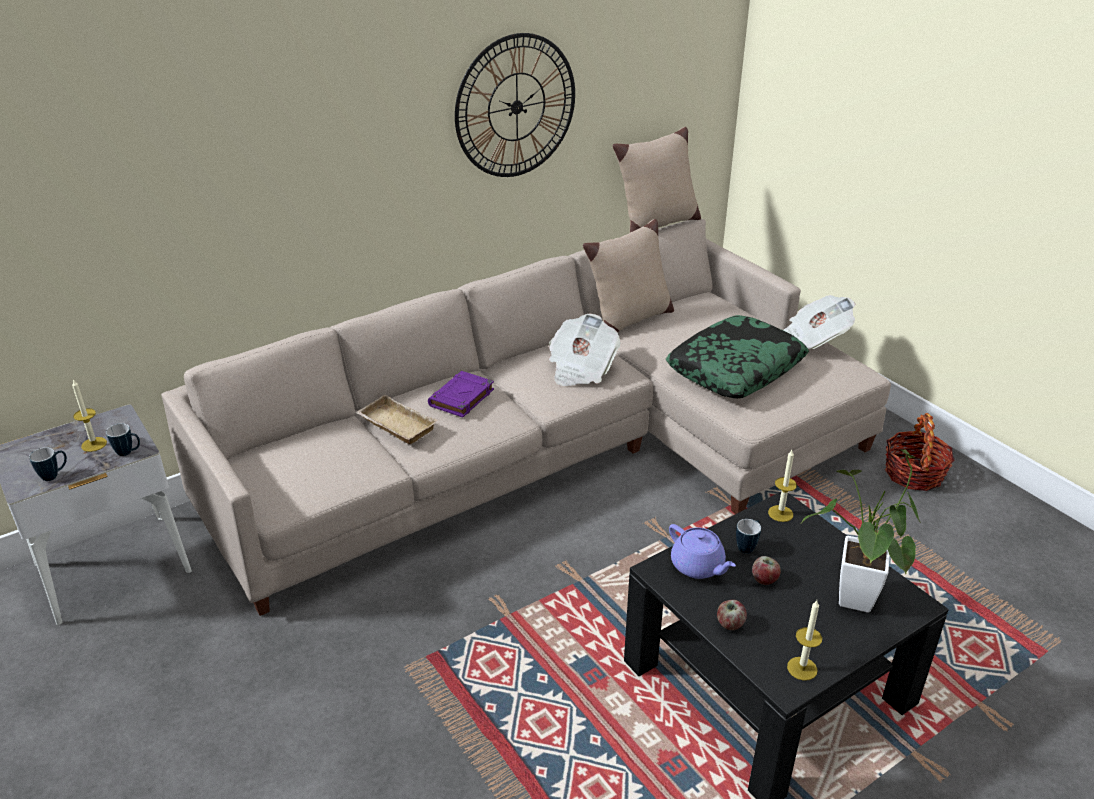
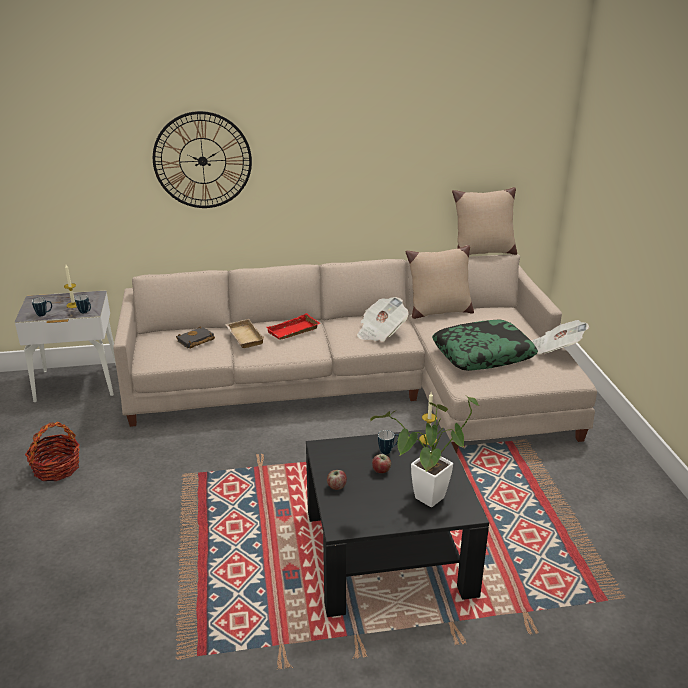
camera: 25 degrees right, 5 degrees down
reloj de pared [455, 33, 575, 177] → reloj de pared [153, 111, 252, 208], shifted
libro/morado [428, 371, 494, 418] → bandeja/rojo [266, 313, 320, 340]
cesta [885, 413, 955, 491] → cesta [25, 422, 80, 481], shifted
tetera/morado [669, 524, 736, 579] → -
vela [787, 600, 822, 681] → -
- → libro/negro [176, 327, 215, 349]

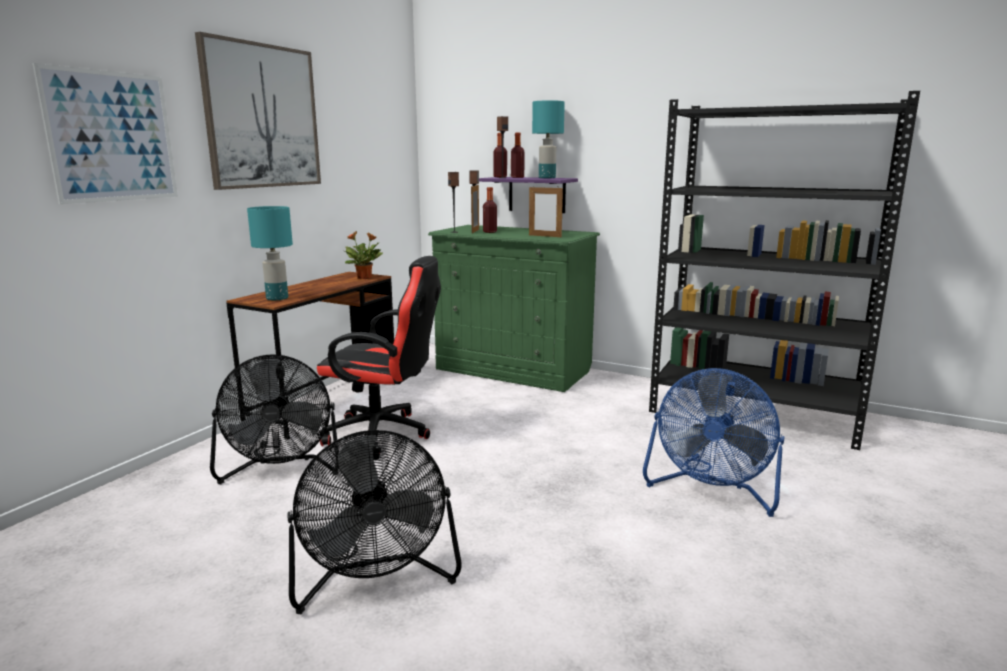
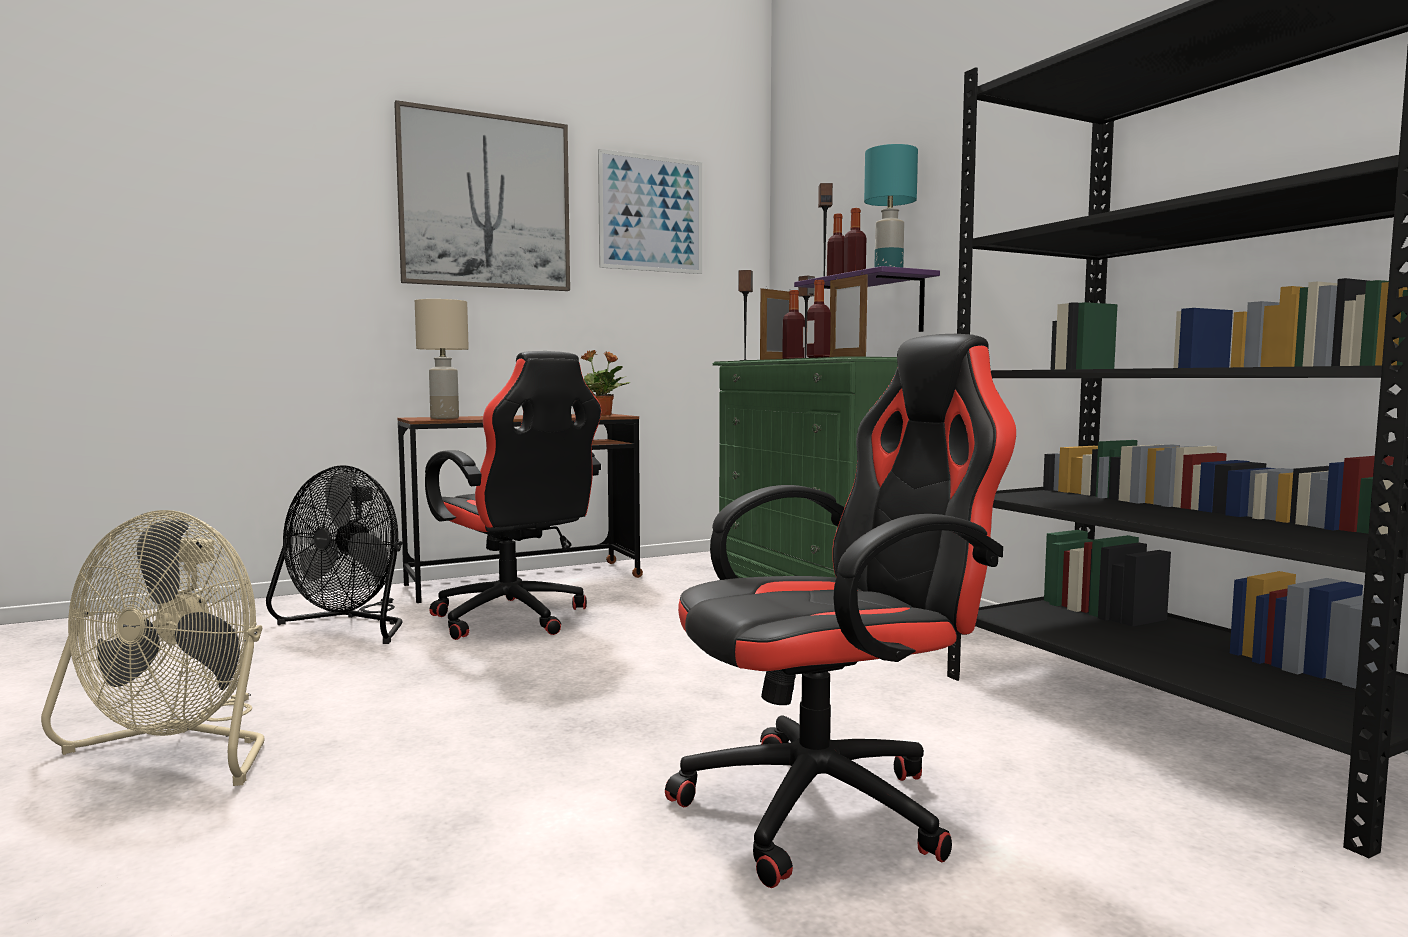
camera: 35 degrees right, 10 degrees down
cuadro [32, 63, 178, 204] → cuadro [598, 149, 702, 274], shifted
lámpara de mesa/turquesa [247, 206, 293, 300] → lámpara de mesa/beis [415, 299, 469, 419]
ventilador/azul [643, 368, 784, 517] → silla de oficina/negro [665, 334, 1016, 888]
ventilador/negro [287, 430, 461, 615] → ventilador/beis [41, 510, 265, 786]
- → botella [807, 280, 831, 358]

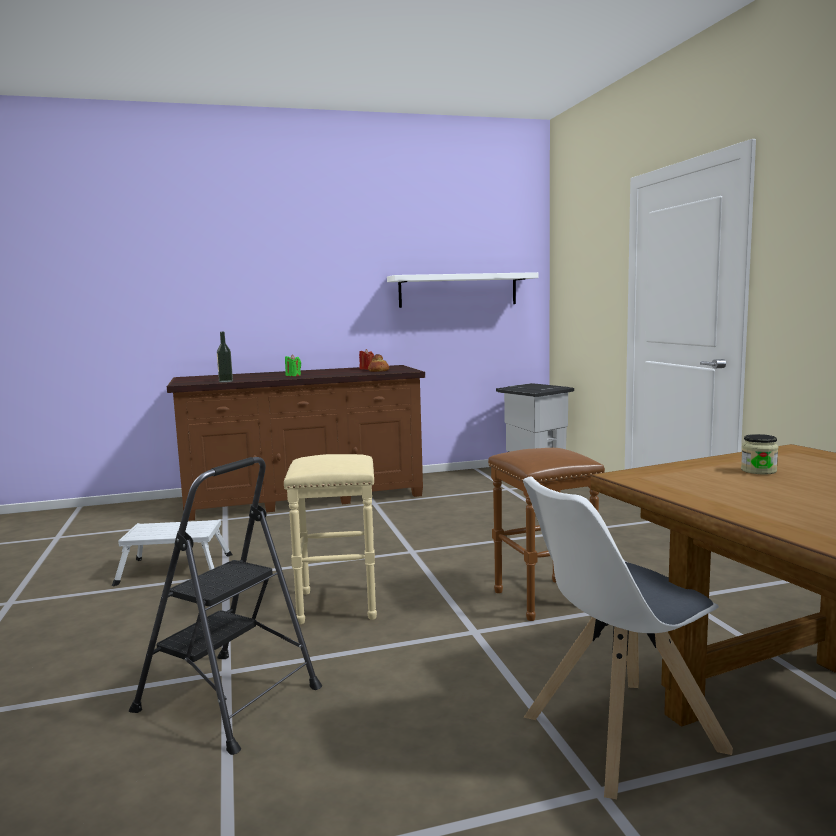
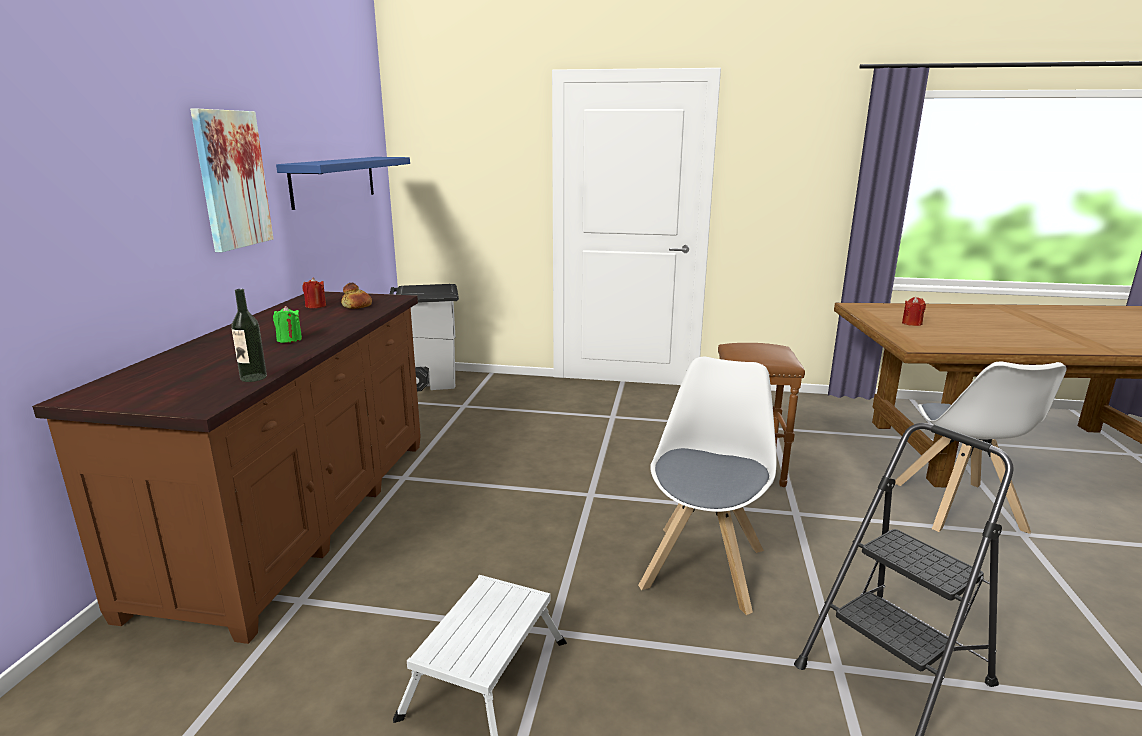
camera: 65 degrees left, 10 degrees up
estante/blanco [387, 272, 539, 308] → estante/azul [276, 157, 410, 210]
tarro [741, 434, 778, 474] → vela/rojo [902, 297, 926, 326]
taburete/beis [284, 454, 377, 624] → silla [638, 356, 777, 615]
- → cuadro [190, 109, 273, 252]

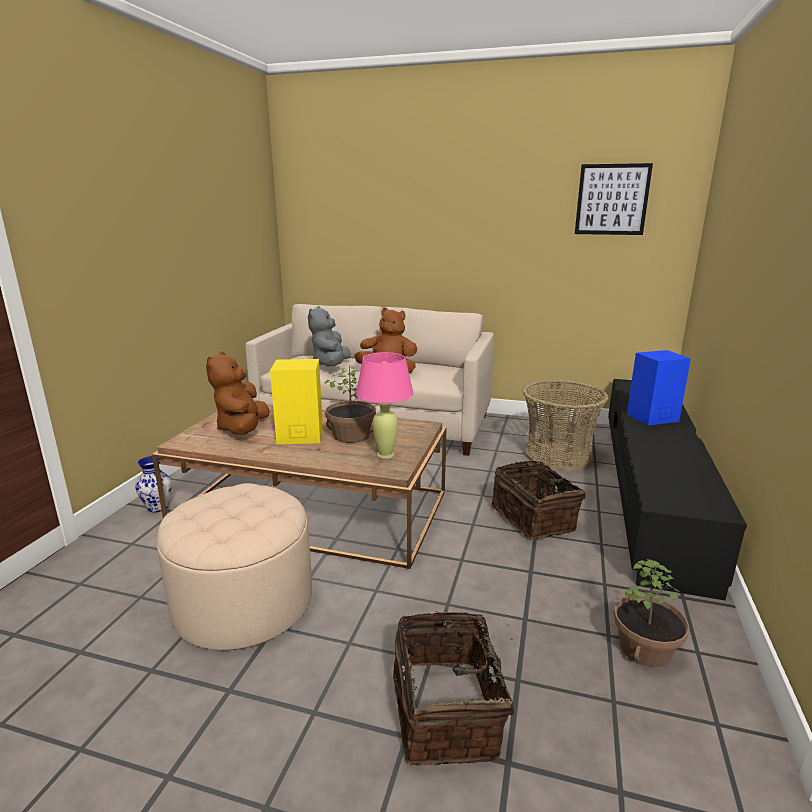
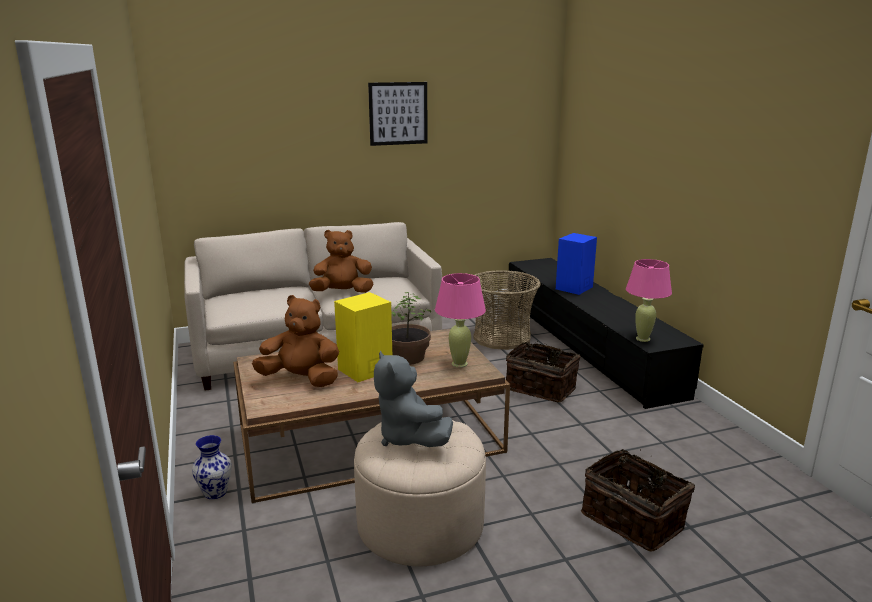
camera: 35 degrees left, 0 degrees up
cuadro [575, 163, 653, 235] → cuadro [368, 82, 428, 146], shifted
peluche/gris [308, 306, 351, 366] → peluche/gris [374, 351, 453, 447], shifted
peluche/marrón [206, 351, 270, 435] → peluche/marrón [252, 295, 339, 387], 135 degrees clockwise
planta en maceta [614, 559, 689, 667] → -
- → lámpara de mesa/rosa [626, 259, 672, 342]

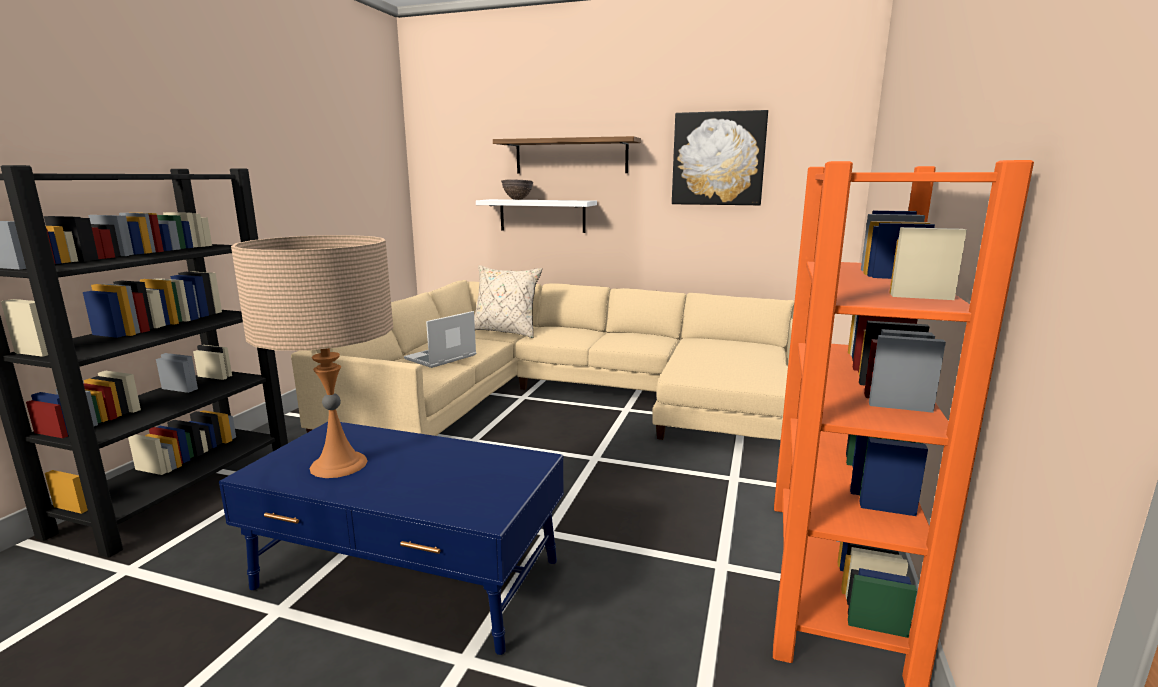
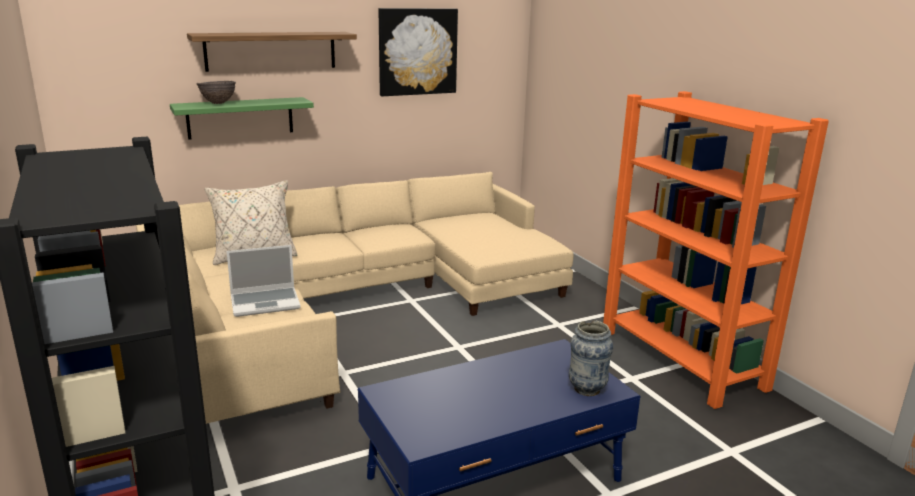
camera: 45 degrees left, 5 degrees up
estante/blanco [476, 199, 597, 233] → estante/verde [170, 97, 314, 140]
lámpara de mesa/beis [231, 235, 393, 478] → -
portátil [404, 311, 476, 368] → portátil [227, 245, 301, 317], 105 degrees counterclockwise
- → florero [569, 320, 613, 396]

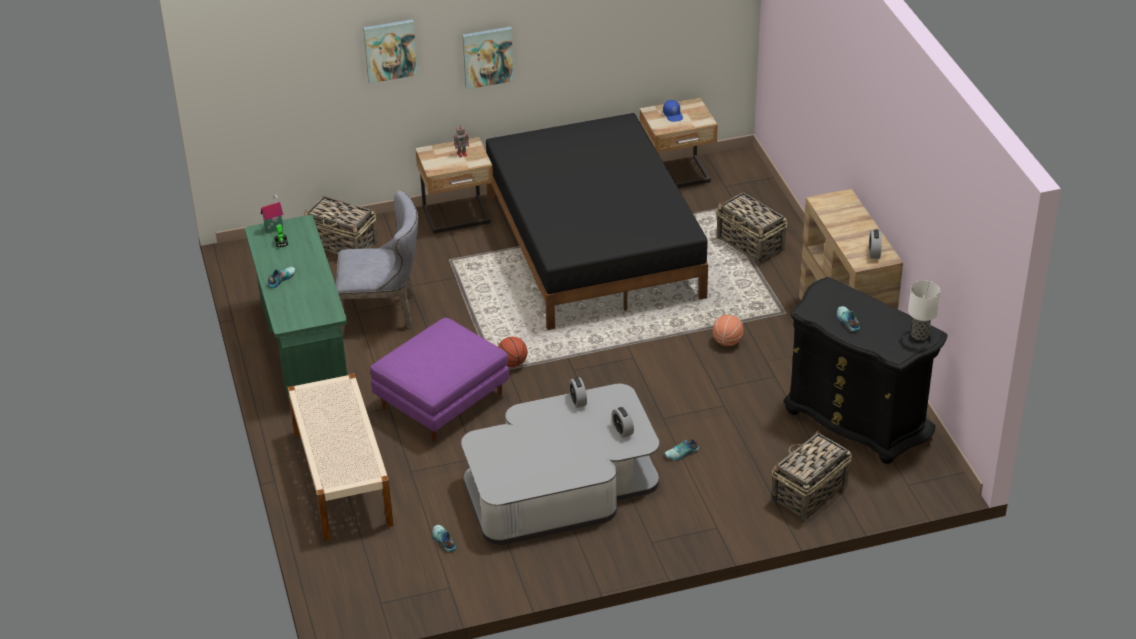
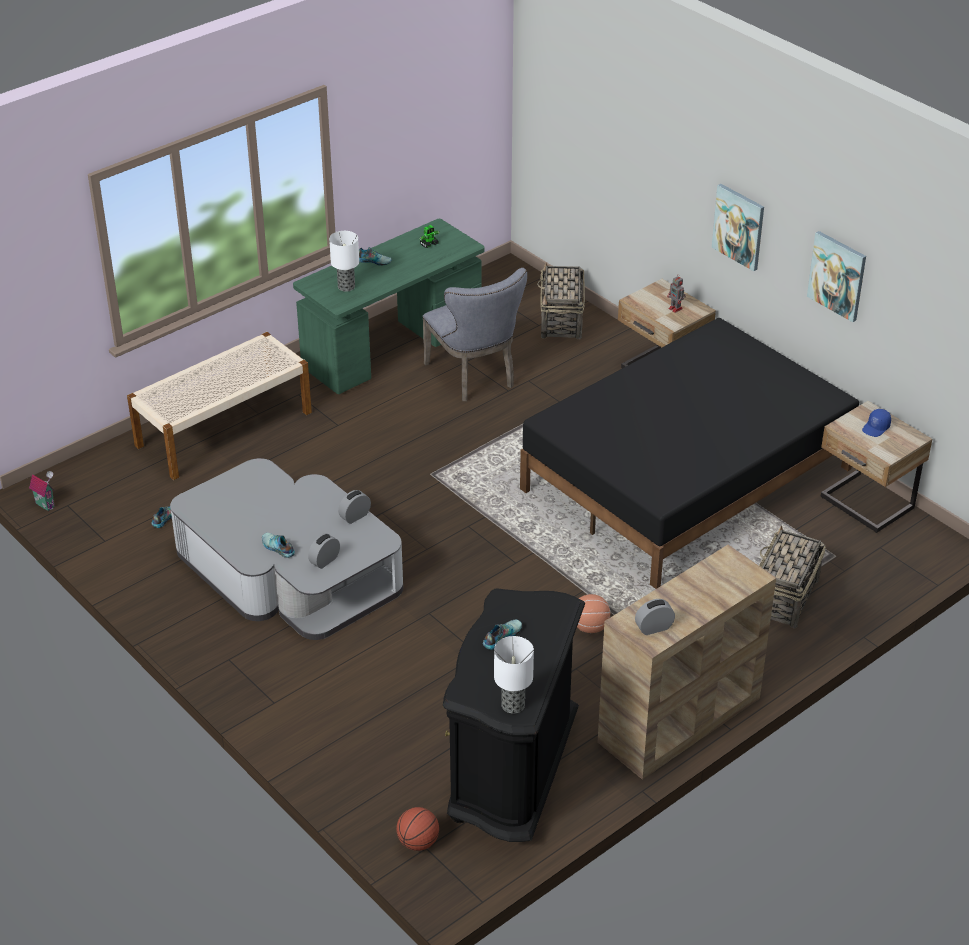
camera: 65 degrees right, 0 degrees up
cuadro [363, 19, 418, 83] → cuadro [807, 231, 866, 322], shifted
casita [261, 193, 283, 233] → casita [29, 471, 55, 511], shifted
puf/morado [370, 318, 509, 442] → -
balón de baloncesto [498, 337, 527, 367] → balón de baloncesto [396, 807, 439, 851], shifted
cesta [772, 429, 852, 521] → -
zapato [665, 439, 699, 461] → zapato [262, 533, 295, 558], shifted
- → lámpara de mesa [329, 231, 359, 292]

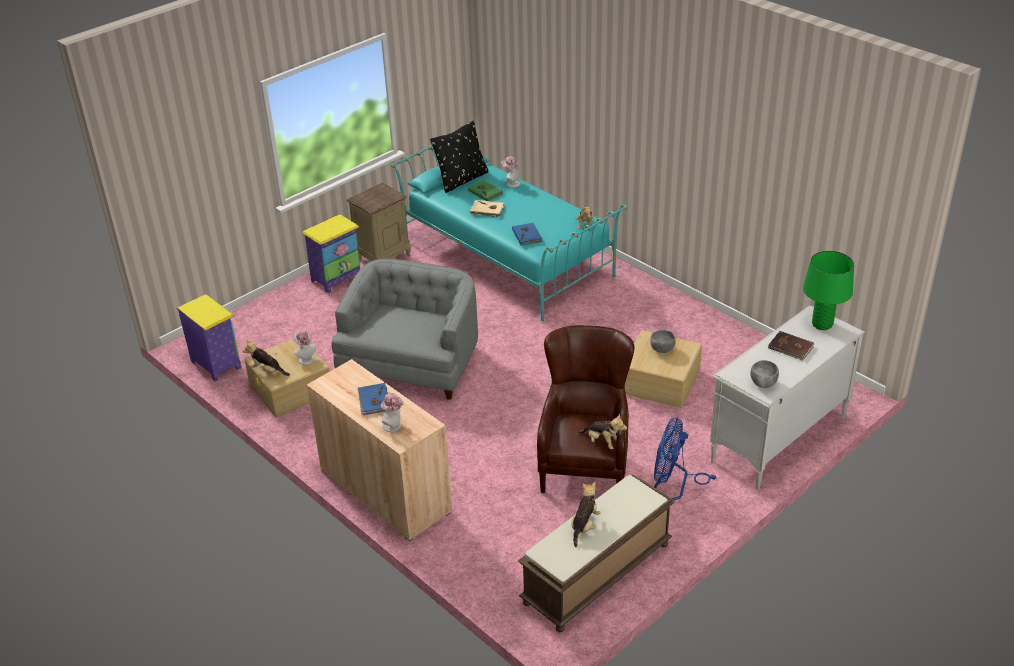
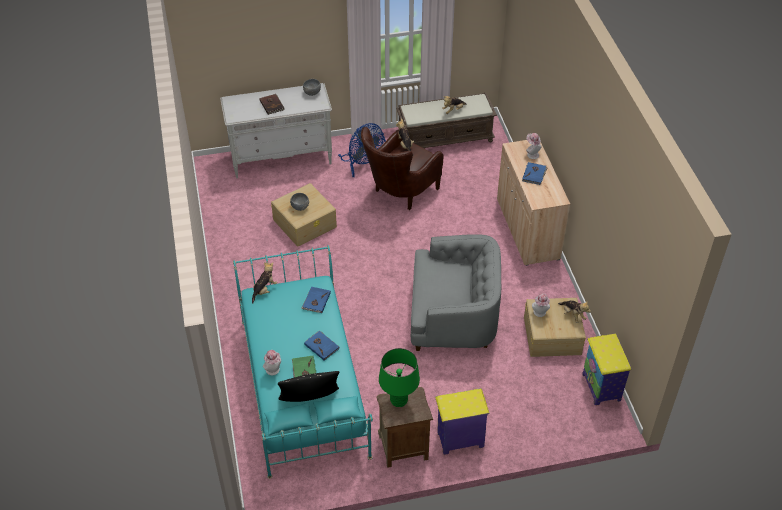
camera: 150 degrees left, 10 degrees up
libro/beis [470, 200, 505, 217] → libro/azul [304, 330, 340, 361]
lámpara de mesa/verde [803, 251, 854, 330] → lámpara de mesa/verde [379, 348, 420, 407], shifted
sillón/gris [331, 259, 478, 400] → sillón/gris [411, 234, 501, 351], 135 degrees counterclockwise

